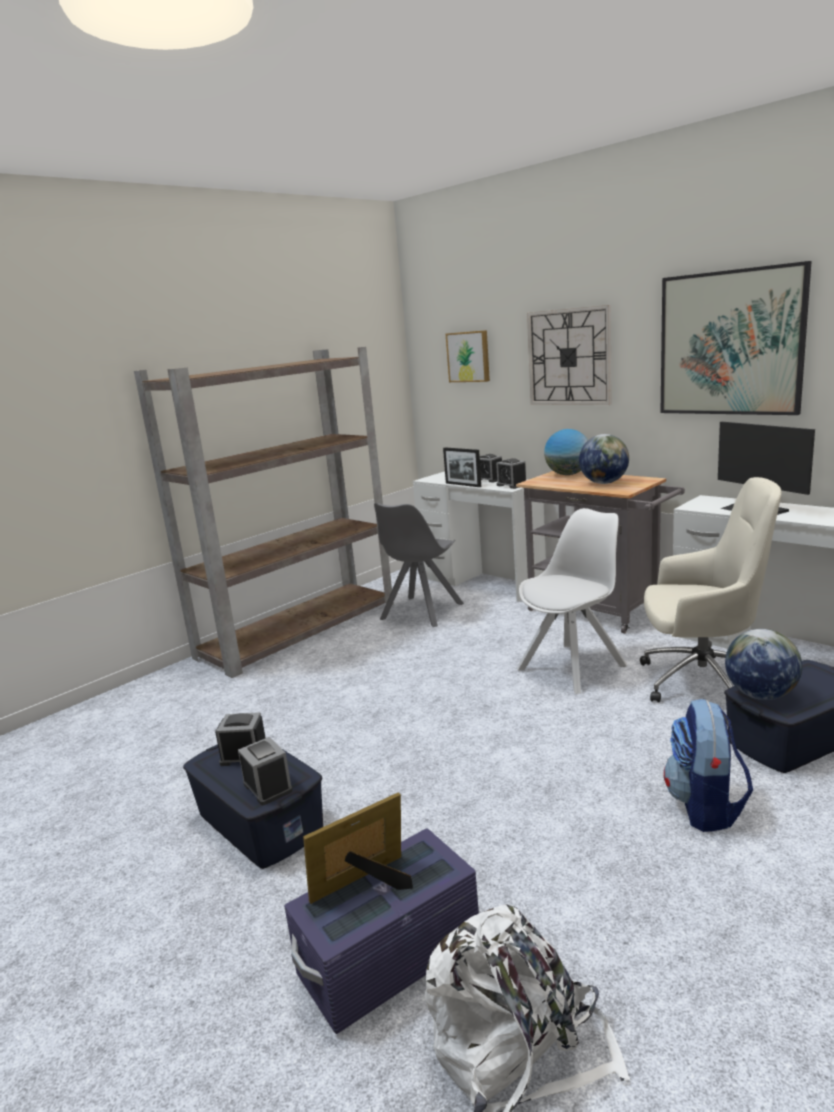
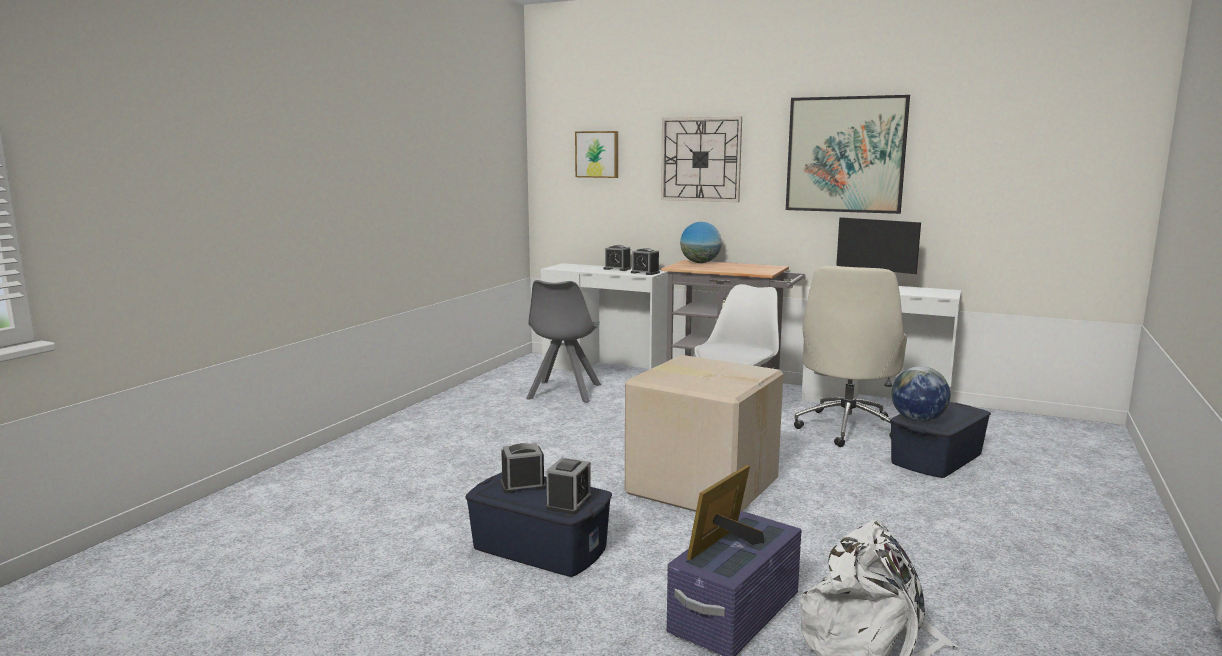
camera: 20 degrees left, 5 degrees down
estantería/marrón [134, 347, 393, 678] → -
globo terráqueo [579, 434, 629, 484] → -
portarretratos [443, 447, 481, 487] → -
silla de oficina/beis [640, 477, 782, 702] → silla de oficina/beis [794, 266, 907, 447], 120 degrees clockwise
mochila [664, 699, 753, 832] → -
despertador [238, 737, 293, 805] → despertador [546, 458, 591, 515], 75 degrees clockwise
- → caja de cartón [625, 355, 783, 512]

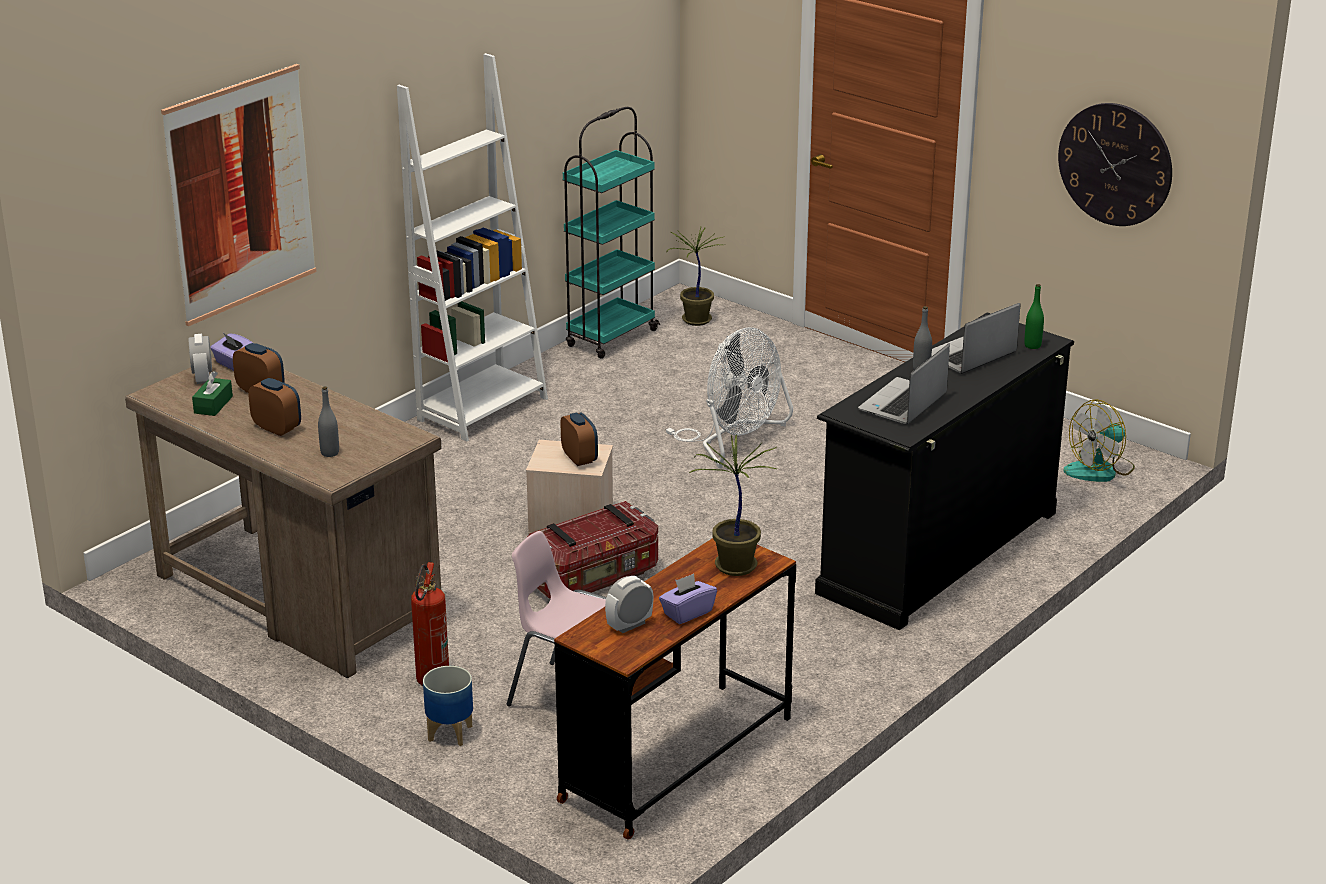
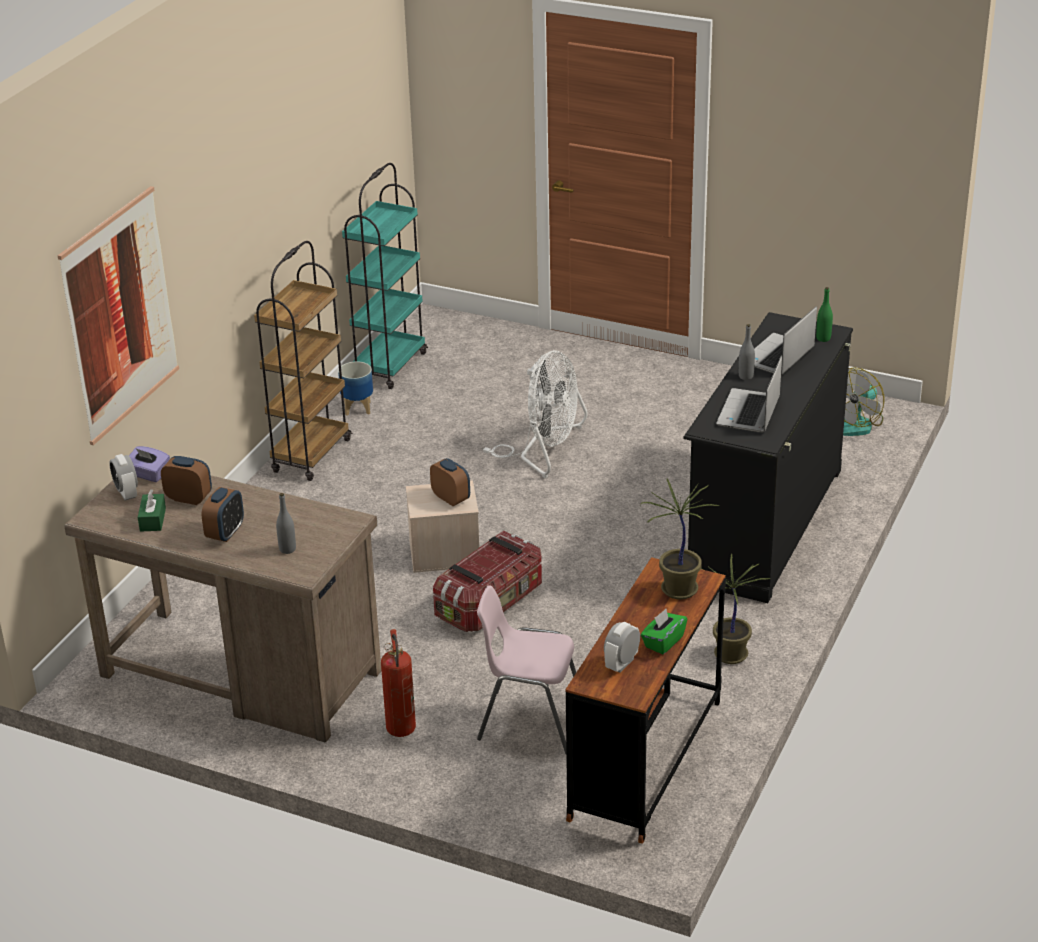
camera: 15 degrees left, 5 degrees up
estantería/blanco [397, 53, 548, 441] → carrito/marrón [254, 241, 353, 481]
reloj de pared [1058, 103, 1172, 226] → -
planta en maceta [667, 227, 725, 326] → planta en maceta [702, 553, 770, 664], shifted
despertador [248, 378, 301, 436] → despertador [202, 487, 244, 542], 90 degrees clockwise
caja de pañuelos/morado [659, 574, 717, 624] → caja de pañuelos/verde [641, 609, 687, 654]
maceta [423, 666, 473, 746] → maceta [338, 361, 373, 416], shifted

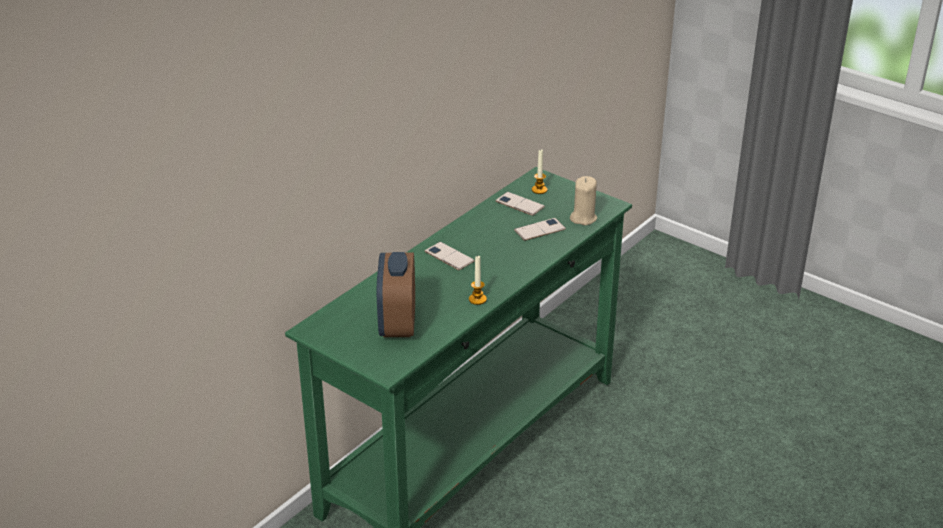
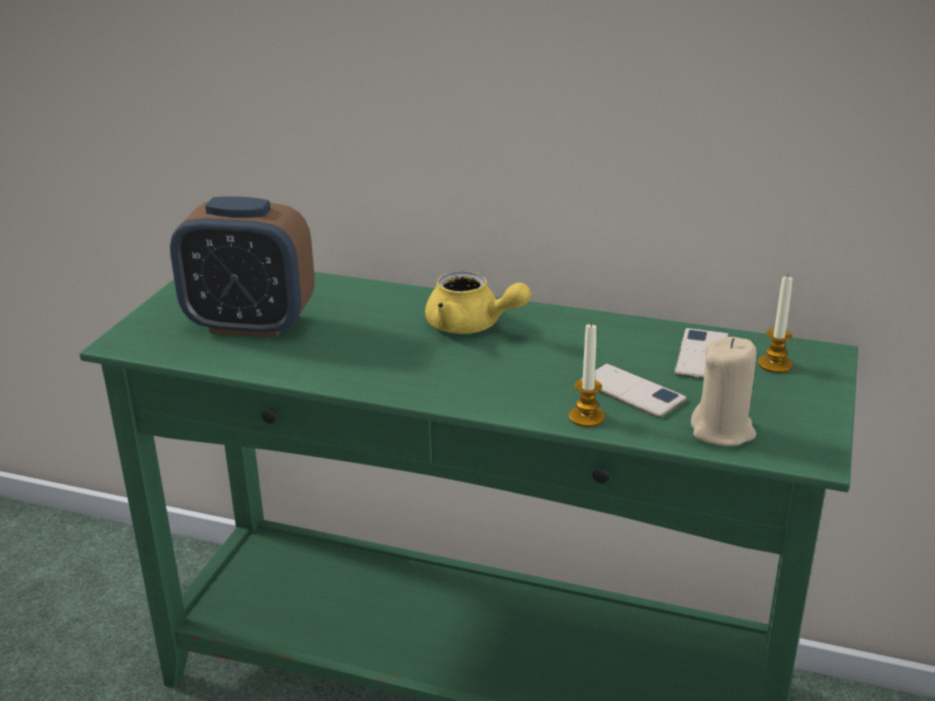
camera: 70 degrees right, 5 degrees down
móvil [425, 242, 475, 270] → tetera/amarillo [425, 271, 531, 334]
despertador [377, 252, 415, 337] → despertador [170, 196, 315, 338], 150 degrees counterclockwise
vela [469, 256, 487, 305] → vela [569, 322, 605, 427], shifted

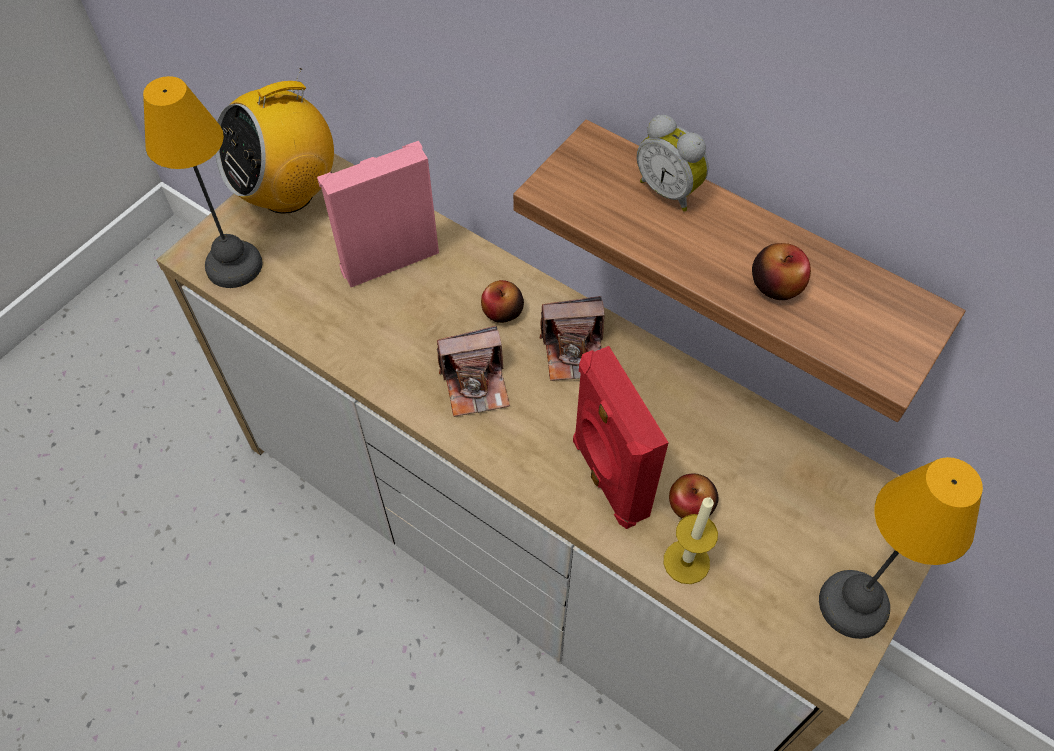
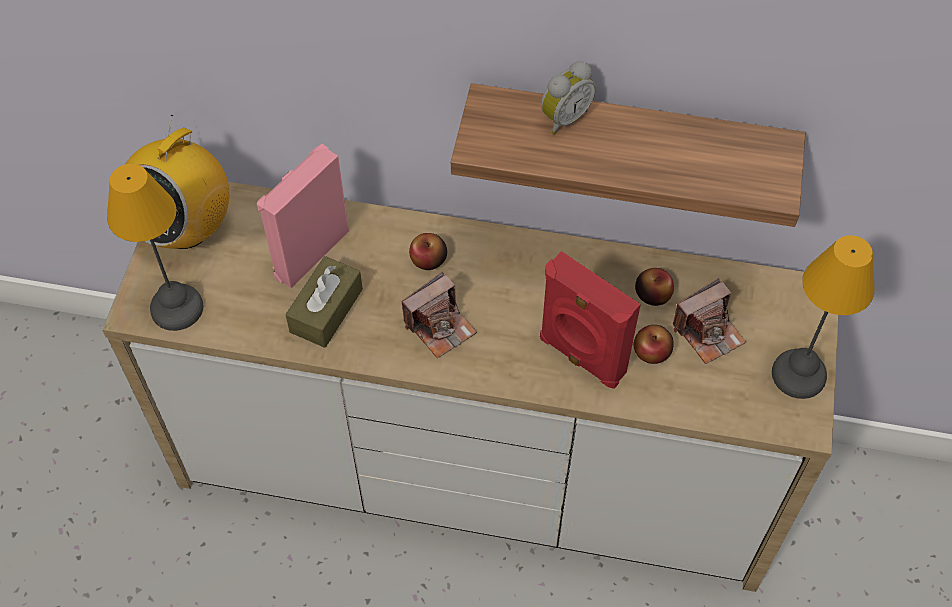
camera: 25 degrees left, 0 degrees up
despertador [637, 115, 708, 212] → despertador [541, 61, 596, 135], 60 degrees counterclockwise
manzana [752, 243, 811, 300] → manzana [635, 268, 674, 306], shifted
cámara [540, 296, 605, 381] → cámara [673, 278, 746, 364], shifted
vela [664, 497, 718, 584] → -
- → caja de pañuelos/marrón [285, 256, 363, 348]

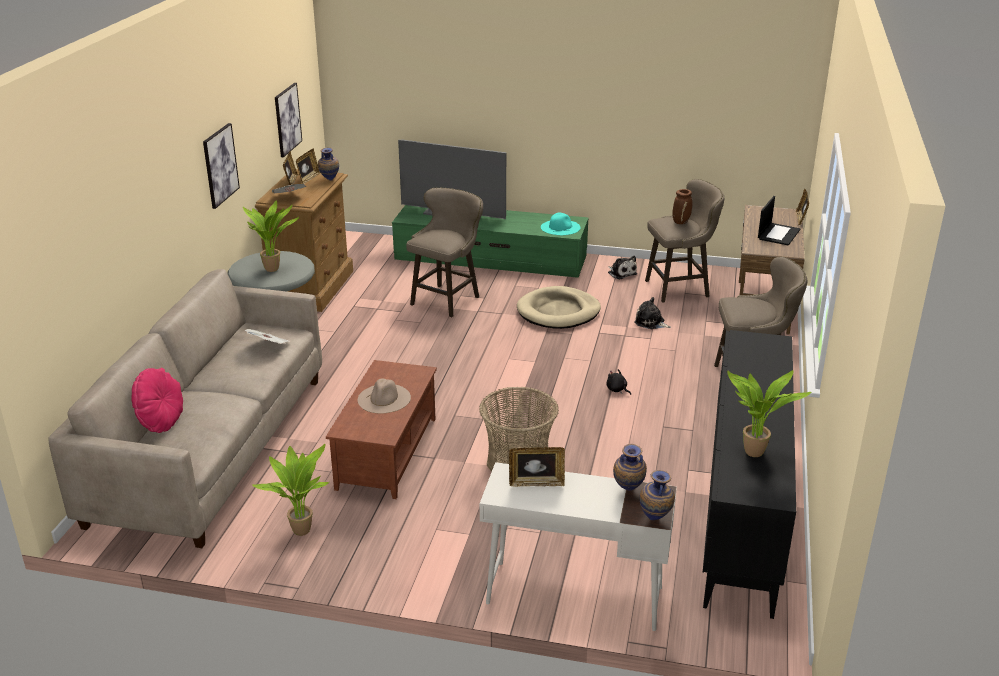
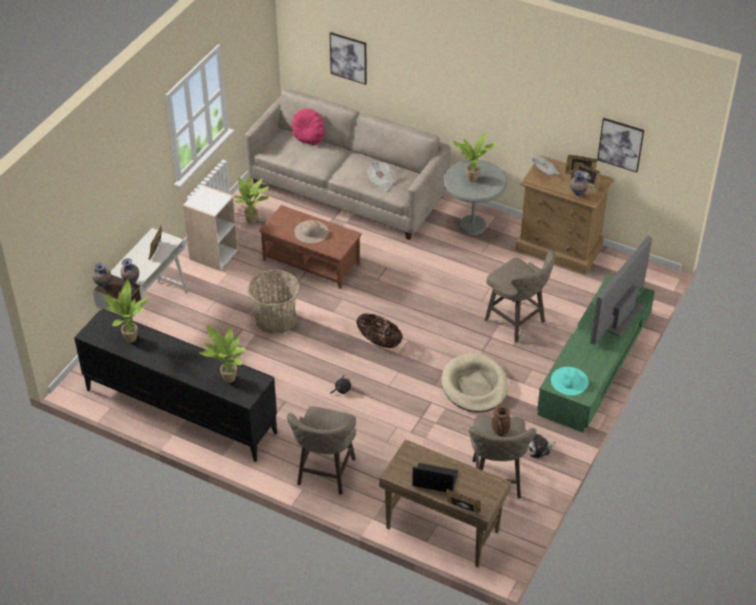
camera: 105 degrees right, 15 degrees up
cuadro [203, 123, 240, 209] → cuadro [330, 32, 367, 85], shifted
portátil [758, 196, 800, 246] → portátil [412, 463, 458, 492], 150 degrees clockwise
peluche [634, 297, 671, 329] → -
- → estantería [183, 185, 238, 271]
- → cesta [356, 313, 403, 348]
- → planta en maceta [199, 325, 246, 383]

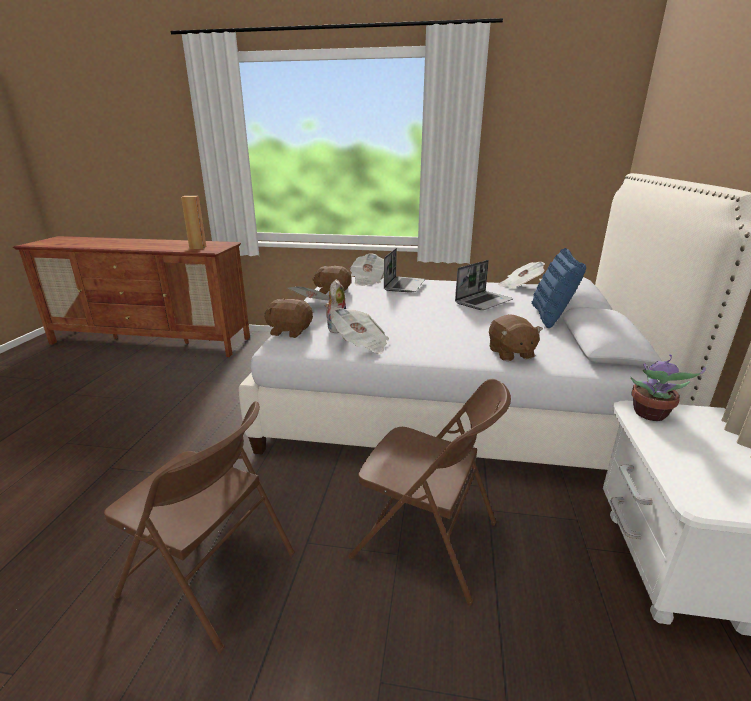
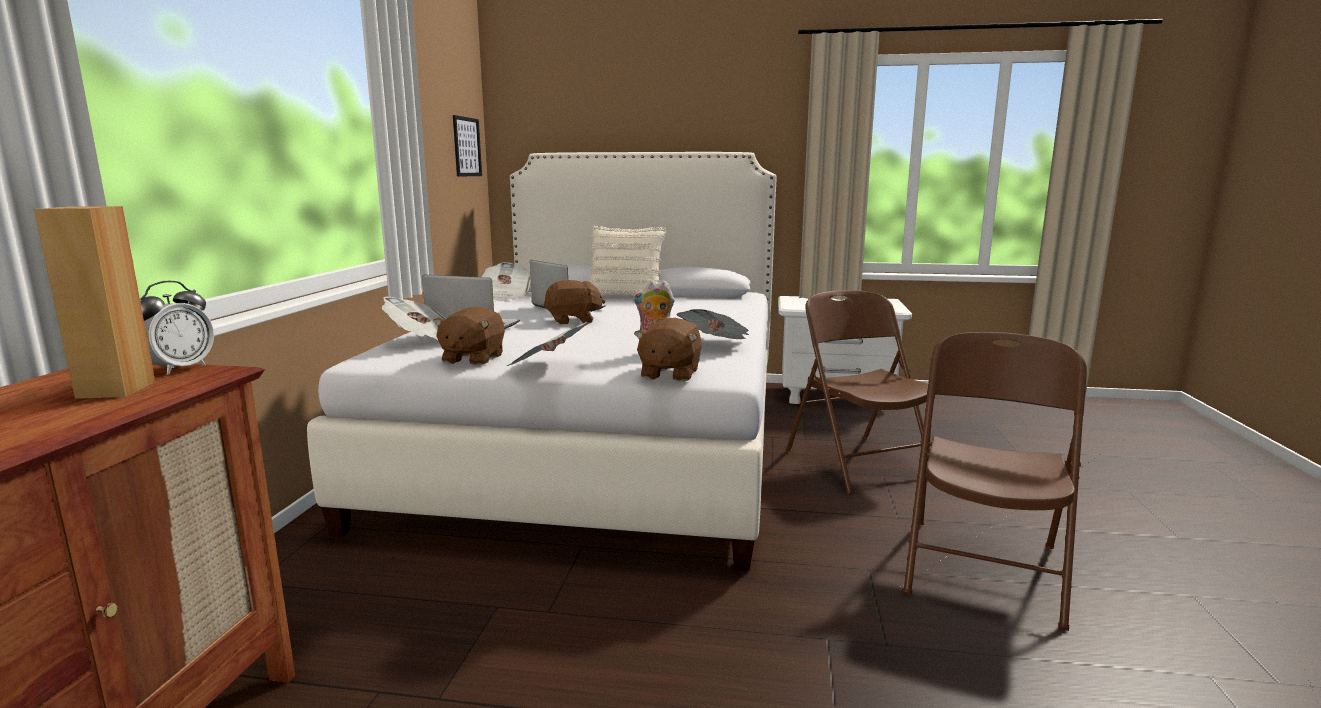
camera: 90 degrees left, 10 degrees down
cojín/azul [531, 248, 586, 328] → cojín/beis [589, 225, 666, 297]
peluche/marrón [489, 314, 543, 361] → peluche/marrón [544, 280, 605, 324], shifted
planta en maceta [631, 354, 706, 421] → -
silla/marrón [349, 379, 511, 606] → silla/marrón [786, 290, 930, 495], 45 degrees counterclockwise
- → cuadro [453, 115, 482, 176]
- → despertador [140, 281, 214, 375]

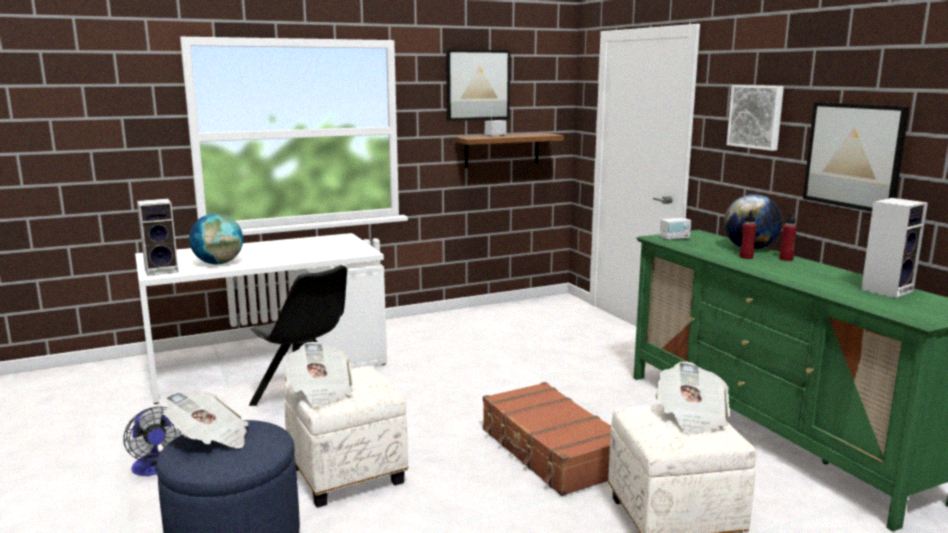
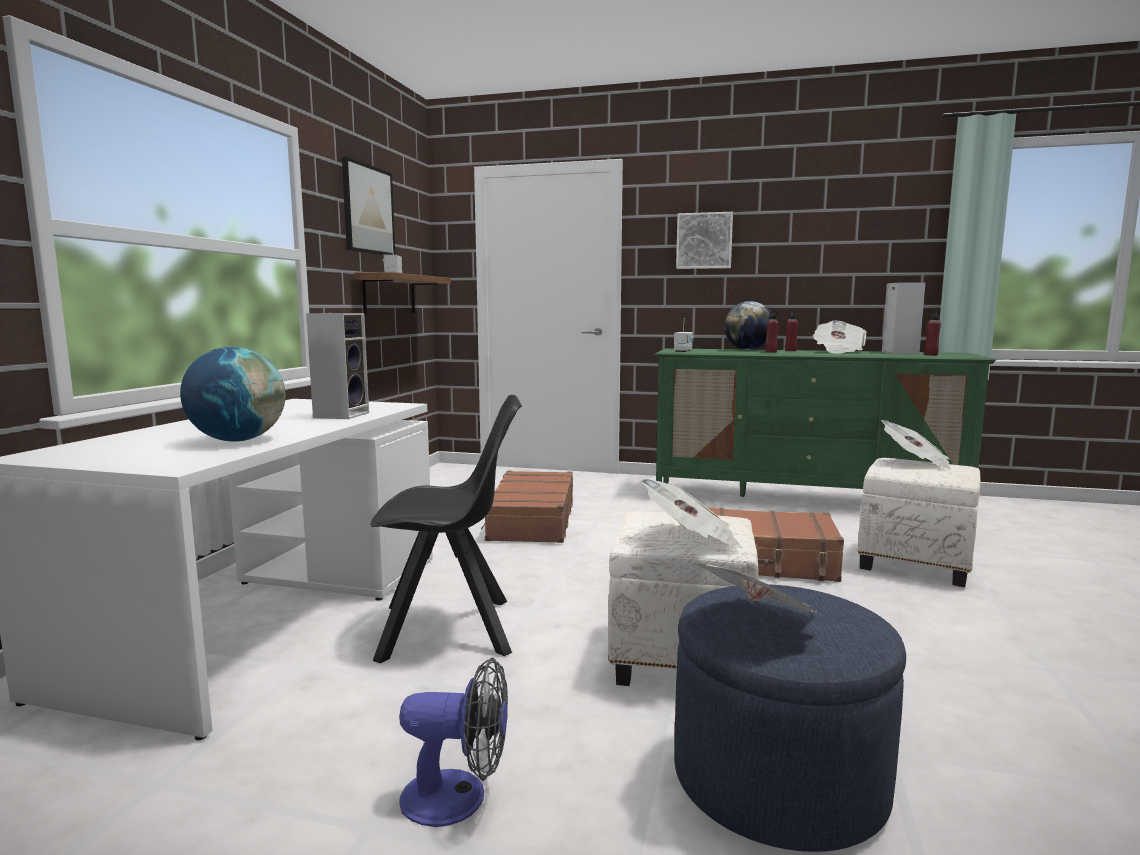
camera: 50 degrees left, 5 degrees down
cuadro [803, 102, 910, 212] → -
altavoz [137, 199, 179, 276] → altavoz [306, 313, 369, 419], shifted
- → botella/rojo [924, 310, 941, 356]
- → periódico [812, 321, 867, 354]
- → maleta/marrón [481, 471, 573, 543]

